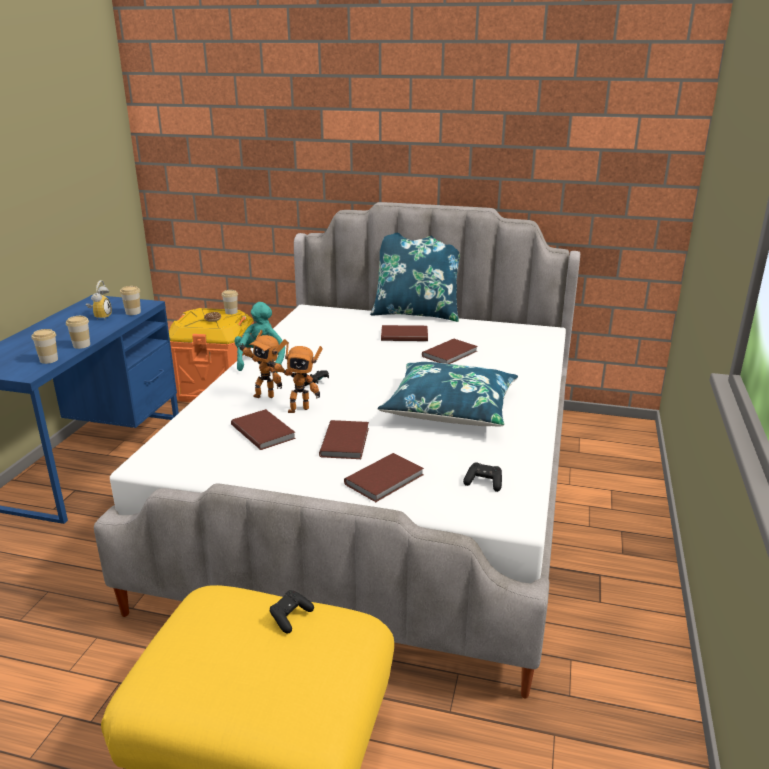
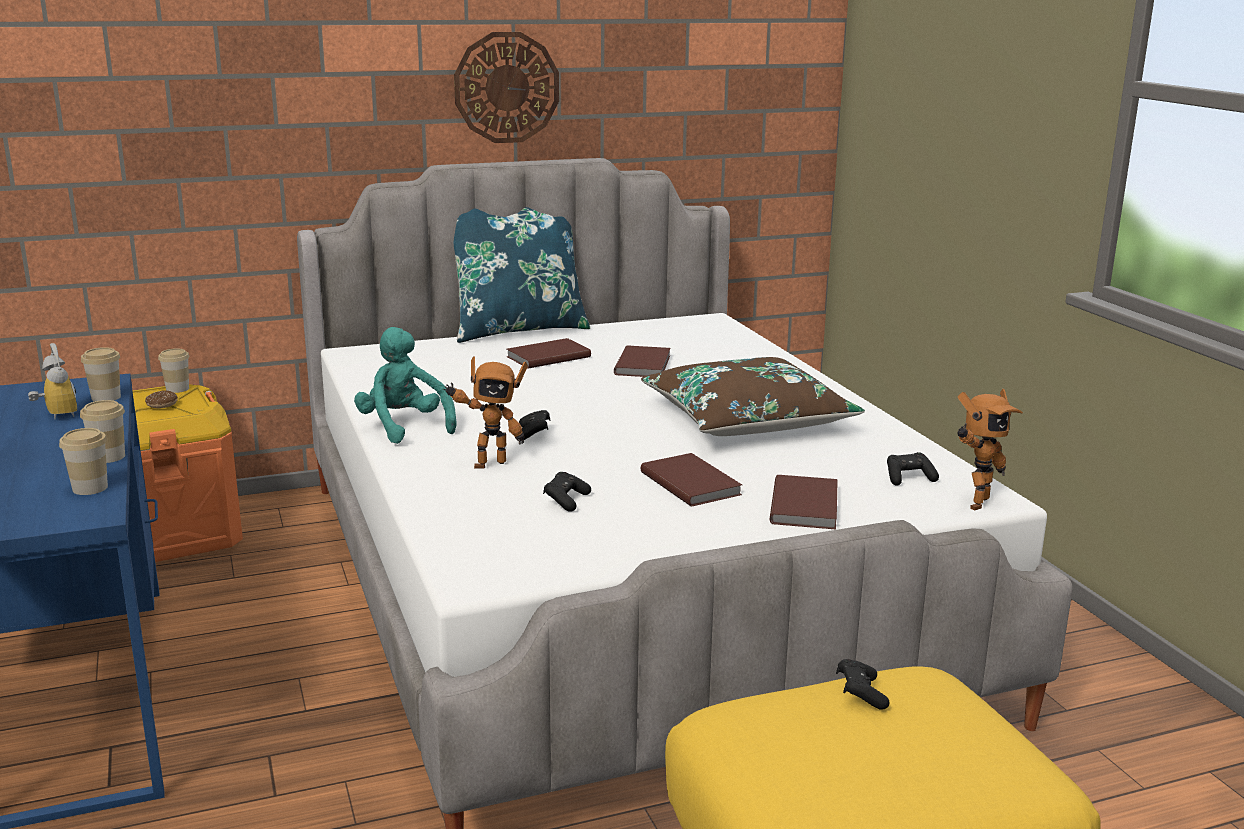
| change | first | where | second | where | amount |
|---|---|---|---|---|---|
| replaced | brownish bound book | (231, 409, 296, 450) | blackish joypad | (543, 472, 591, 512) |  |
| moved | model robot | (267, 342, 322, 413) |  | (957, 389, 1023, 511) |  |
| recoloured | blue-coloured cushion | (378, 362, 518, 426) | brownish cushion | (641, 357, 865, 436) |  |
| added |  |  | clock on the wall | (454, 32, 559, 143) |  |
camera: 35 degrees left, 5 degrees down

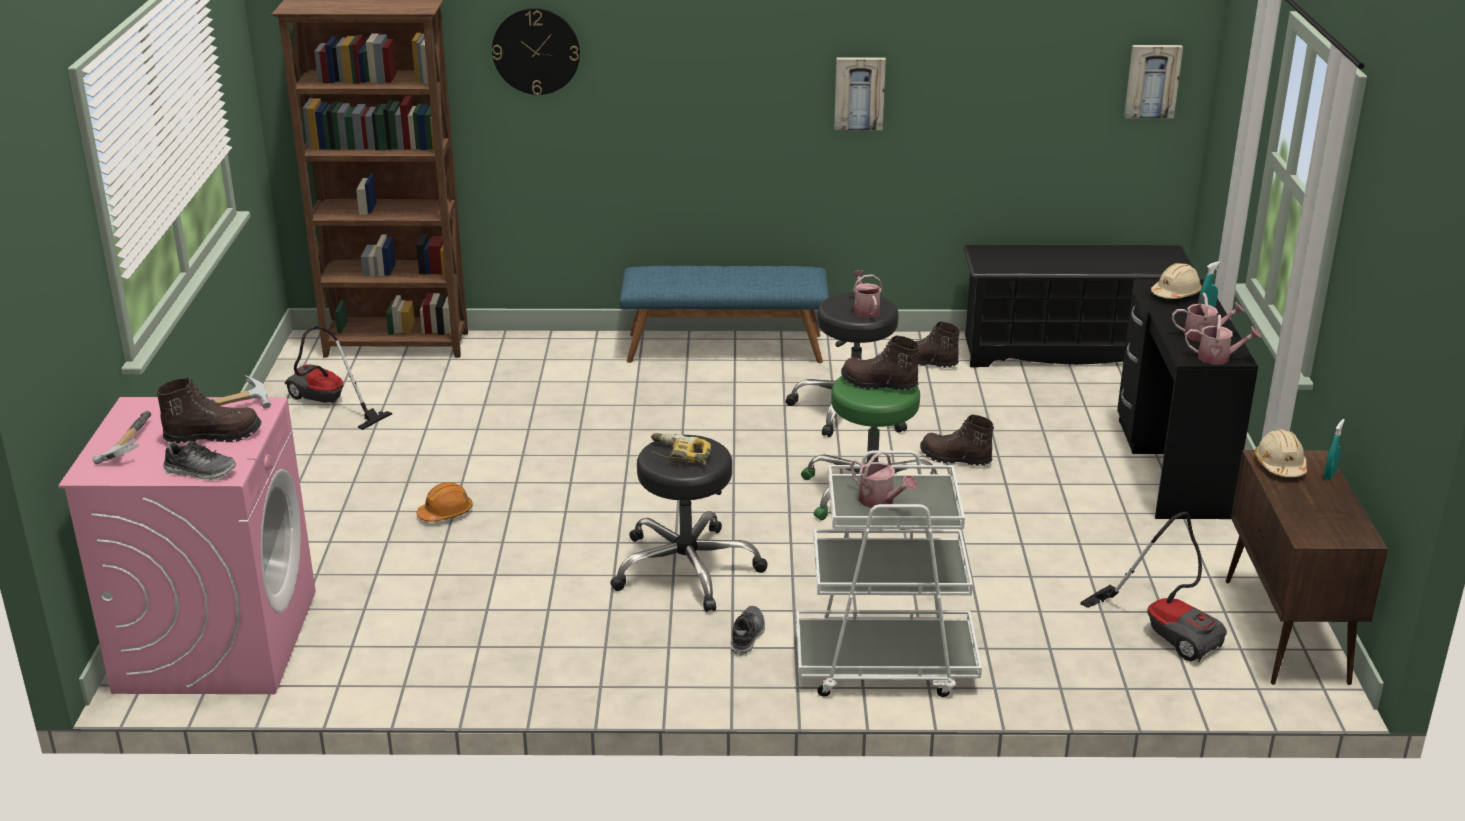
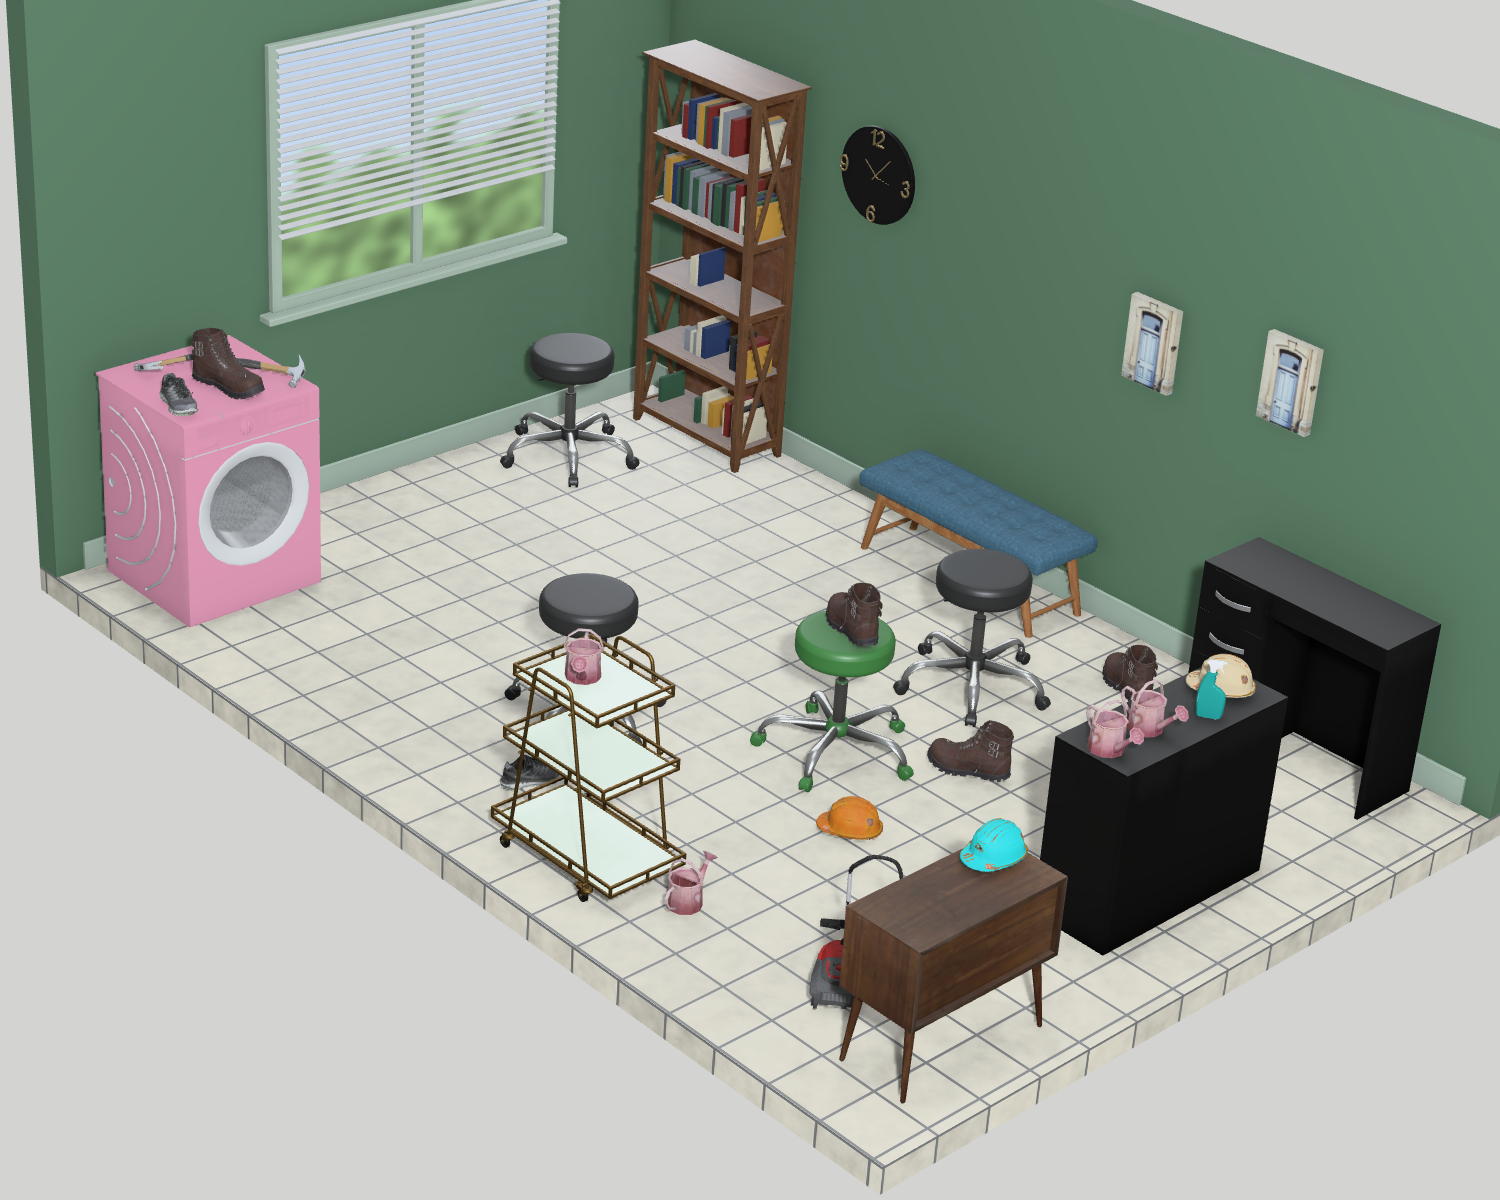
| change | first | where | second | where | amount |
|---|---|---|---|---|---|
| replaced | hoover | (285, 326, 392, 430) | blackish sitting stool | (500, 333, 640, 487) |  |
| moved | orange-coloured hard hat | (417, 482, 473, 522) |  | (816, 796, 883, 840) |  |
| removed | power drill | (651, 433, 711, 466) |  |  |  |
| recoloured | whitish cart | (796, 450, 982, 697) | brownish cart | (491, 633, 686, 902) |  |
| moved | watering can | (852, 270, 883, 318) |  | (665, 851, 717, 915) |  |
| turned | brownish tall boot | (920, 415, 994, 466) |  | (927, 720, 1014, 782) | 45 degrees counterclockwise |
| replaced | blackish shoe shelf | (963, 245, 1200, 367) | blackish desk table | (1188, 537, 1441, 820) |  |
| moved | wall picture | (1124, 45, 1183, 118) |  | (1256, 329, 1324, 437) |  |
| recoloured | beige-coloured hard hat | (1255, 429, 1307, 477) | turquoise-coloured hard hat | (960, 818, 1028, 872) |  |
| removed | turquoise-coloured hand sprayer | (1324, 419, 1345, 480) |  |  |  |
camera: 45 degrees right, 0 degrees up

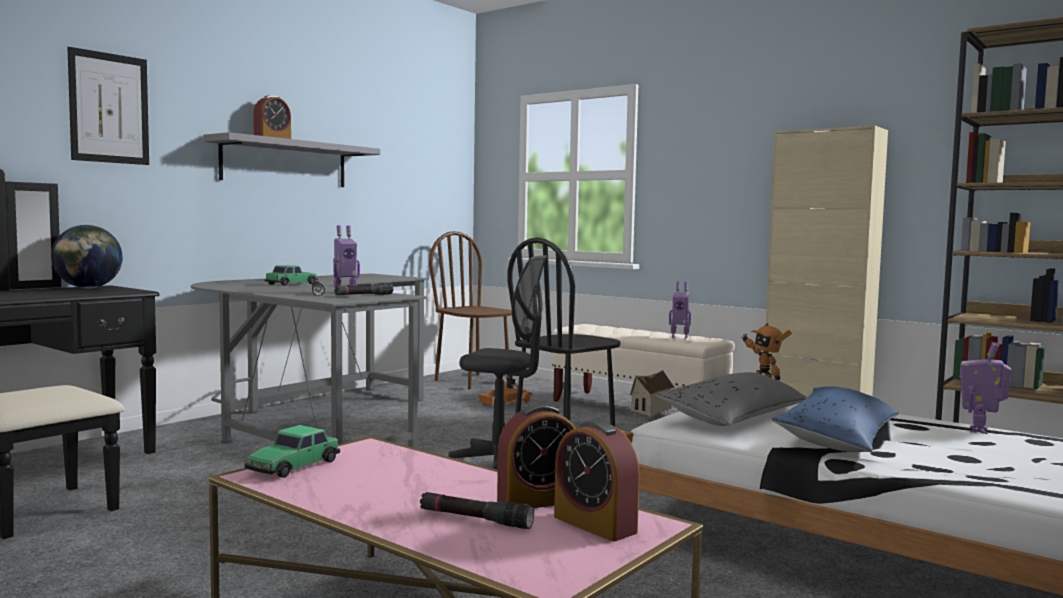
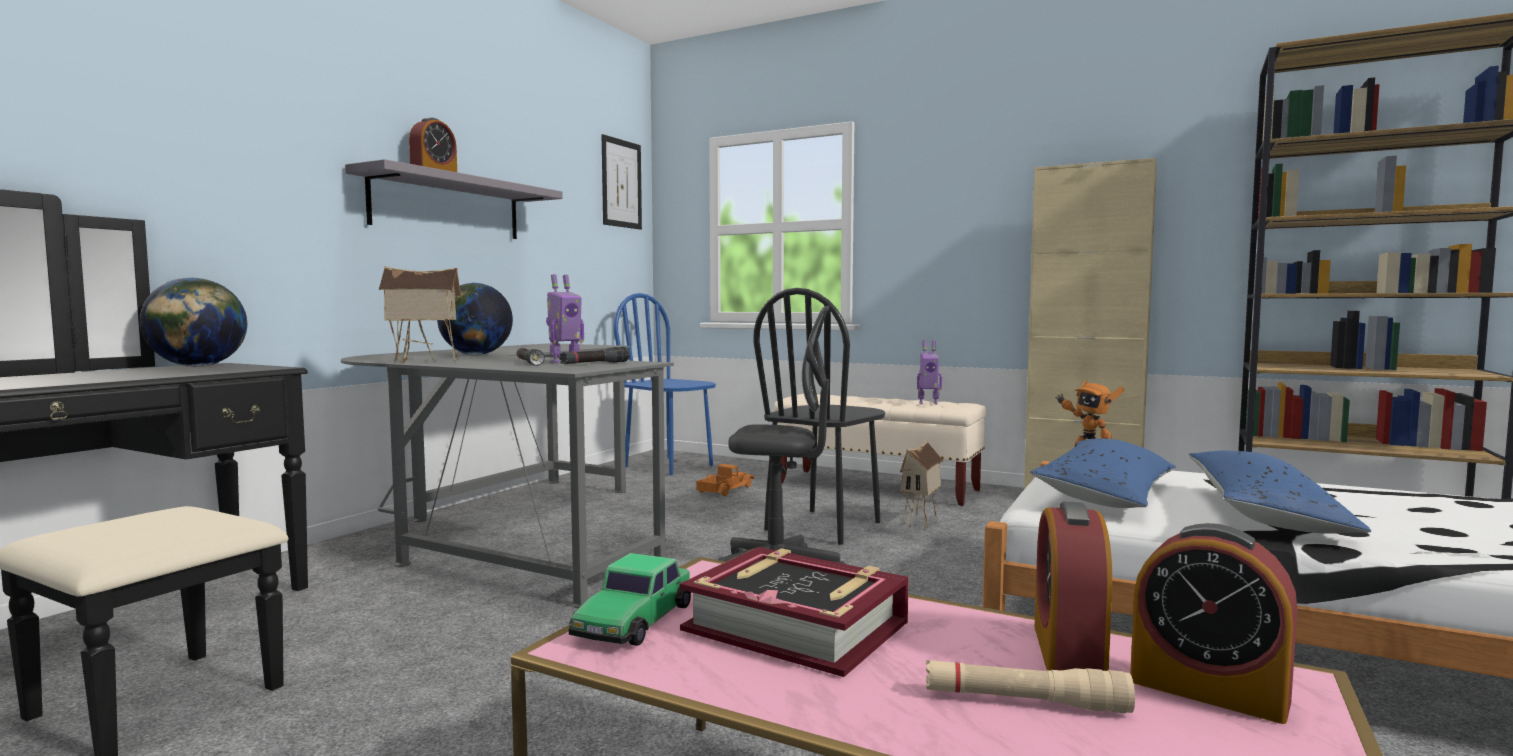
| change | first | where | second | where | amount |
|---|---|---|---|---|---|
| moved | wall picture | (67, 47, 149, 165) |  | (602, 134, 642, 230) |  |
| replaced | model car | (265, 265, 318, 286) | desk globe | (437, 283, 513, 355) |  |
| recoloured | blackish hand torch | (420, 492, 534, 529) | beige-coloured hand torch | (926, 660, 1135, 713) |  |
| recoloured | brownish plain chair | (429, 231, 512, 389) | blue-coloured plain chair | (614, 293, 716, 475) |  |
| turned | bedside clock | (497, 404, 576, 508) |  | (1035, 502, 1112, 671) | 135 degrees clockwise |
| recoloured | greyish cushion | (655, 372, 807, 426) | blue-coloured cushion | (1030, 438, 1176, 508) |  |
| removed | model robot | (960, 342, 1011, 434) |  |  |  |
| added |  |  | toy house | (379, 267, 461, 363) |  |
| added |  |  | bound book | (680, 547, 909, 677) |  |
camera: 10 degrees left, 0 degrees up

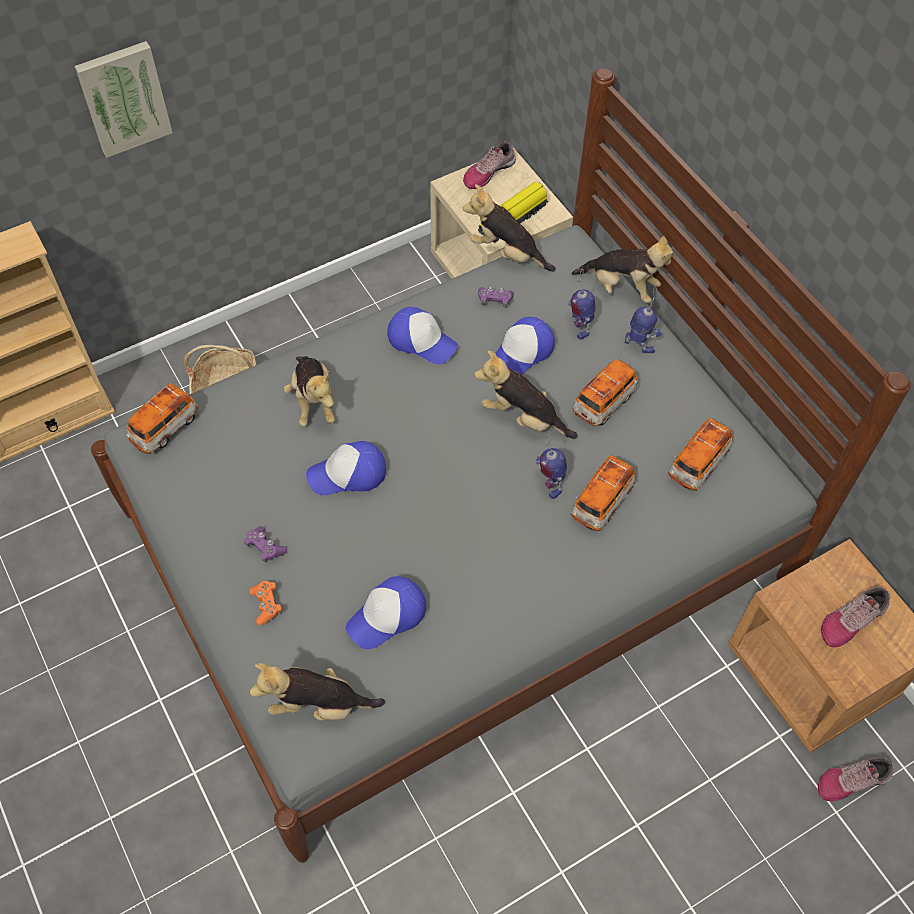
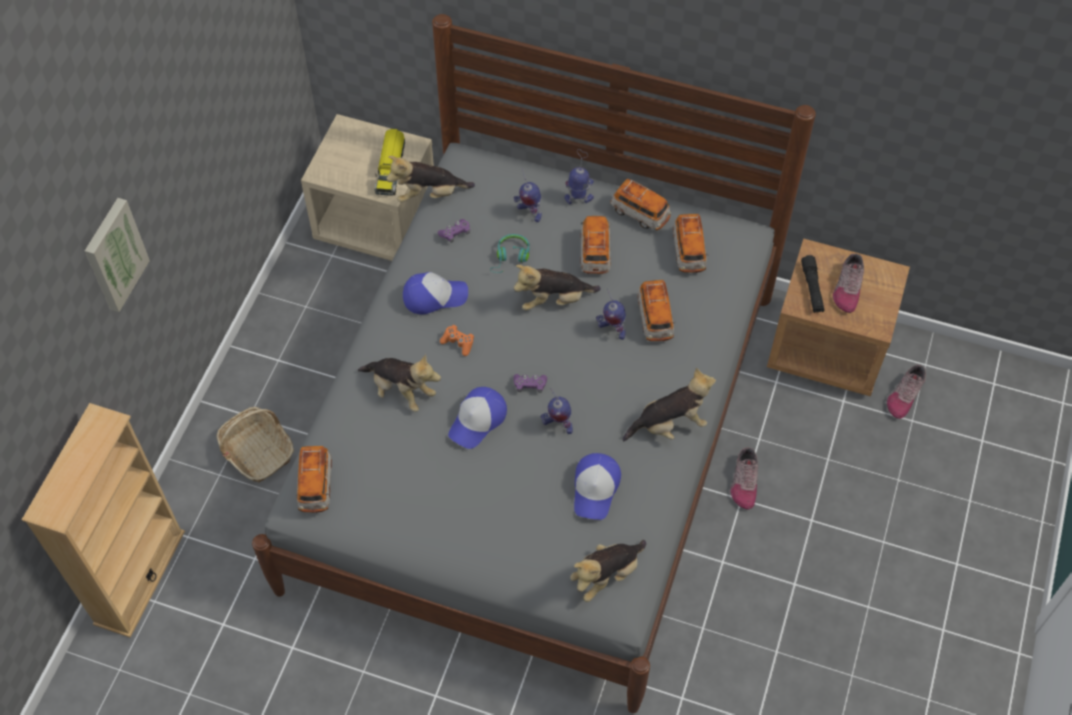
| change | first | where | second | where | amount |
|---|---|---|---|---|---|
| moved | purplish joypad | (244, 526, 287, 562) |  | (513, 374, 547, 393) |  |
| moved | orange-coloured joypad | (249, 581, 282, 625) |  | (440, 325, 474, 356) |  |
| moved | shoe | (463, 141, 516, 189) |  | (730, 447, 758, 510) |  |
| replaced | cap | (495, 317, 555, 375) | turquoise-coloured pair of headphones | (490, 234, 530, 273) |  |
| moved | cuddly toy | (571, 236, 673, 303) |  | (623, 368, 716, 441) |  |
| added |  |  | model robot | (540, 388, 573, 434) |  |
| added |  |  | model car | (610, 179, 671, 231) |  |
| added |  |  | blackish hand torch | (801, 255, 824, 313) |  |
camera: 40 degrees left, 0 degrees up

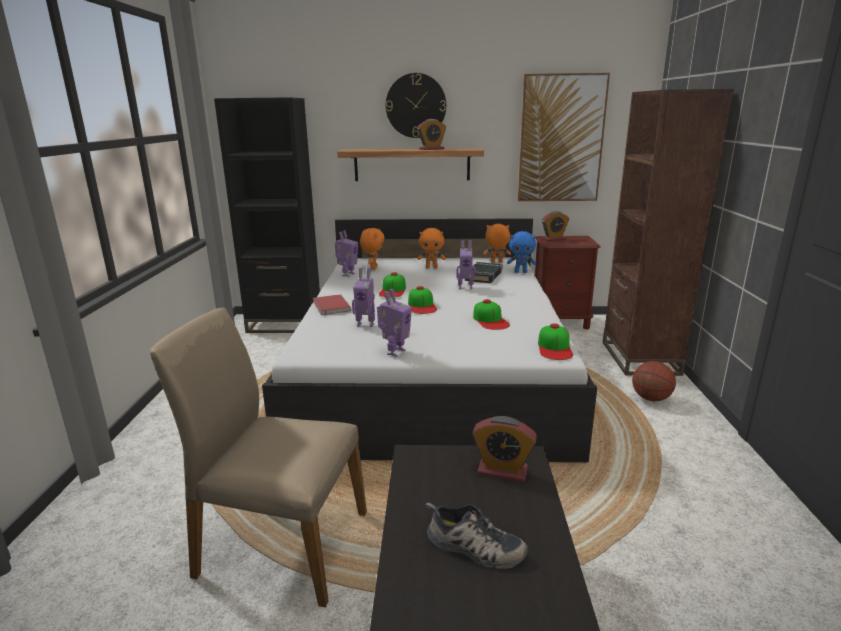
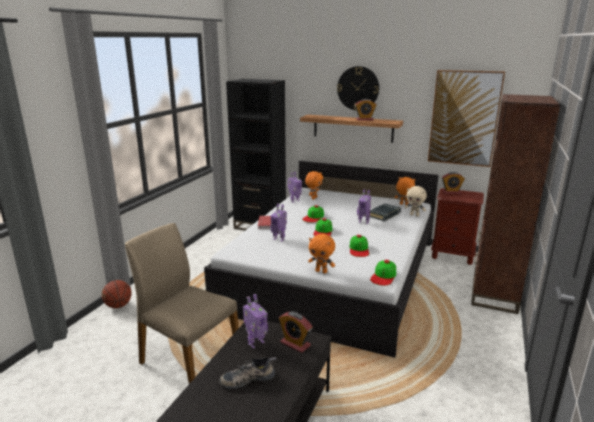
| change | first | where | second | where | amount |
|---|---|---|---|---|---|
| moved | model robot | (377, 289, 412, 357) |  | (243, 294, 268, 348) |  |
| moved | orange-coloured cuddly toy | (418, 228, 446, 268) |  | (308, 234, 335, 273) |  |
| turned | shoe | (425, 502, 528, 569) |  | (220, 357, 276, 389) | 120 degrees clockwise |
| recoloured | blue-coloured cuddly toy | (507, 231, 536, 273) | beige-coloured cuddly toy | (405, 186, 427, 216) |  |
| moved | basketball | (632, 361, 676, 401) |  | (102, 280, 132, 308) |  |
camera: 20 degrees right, 0 degrees up

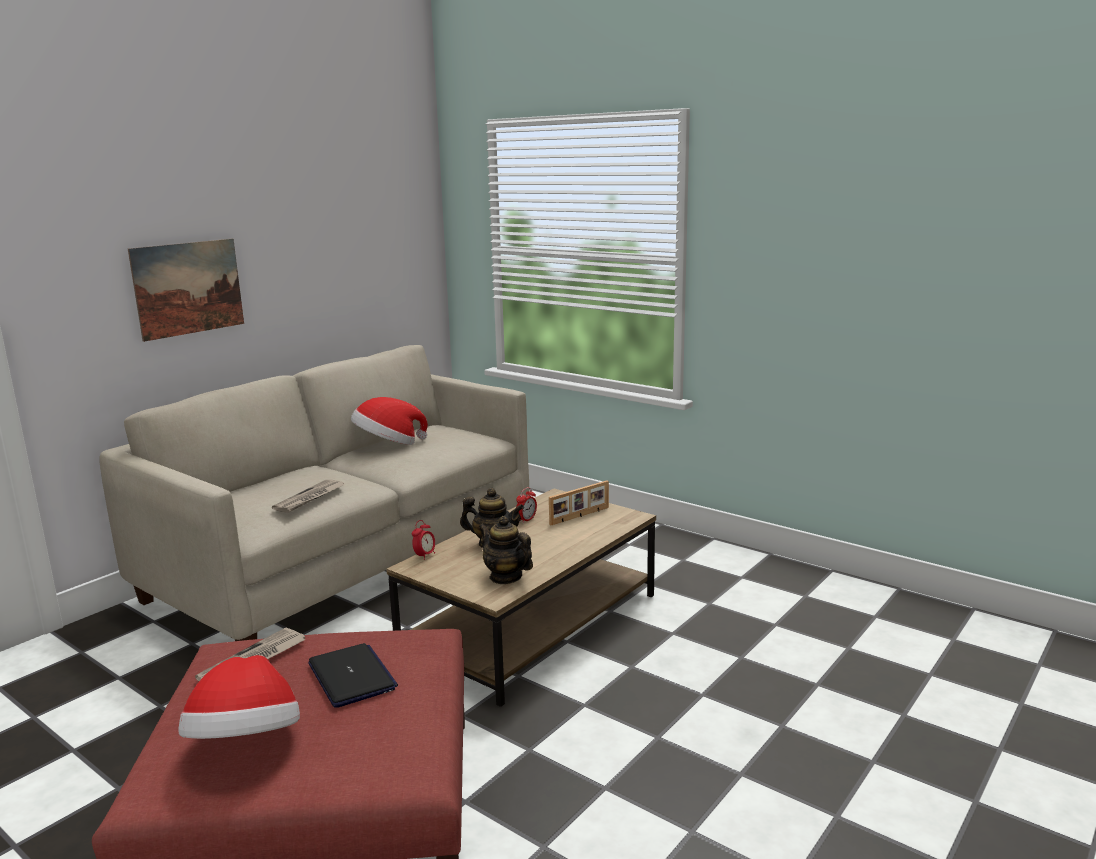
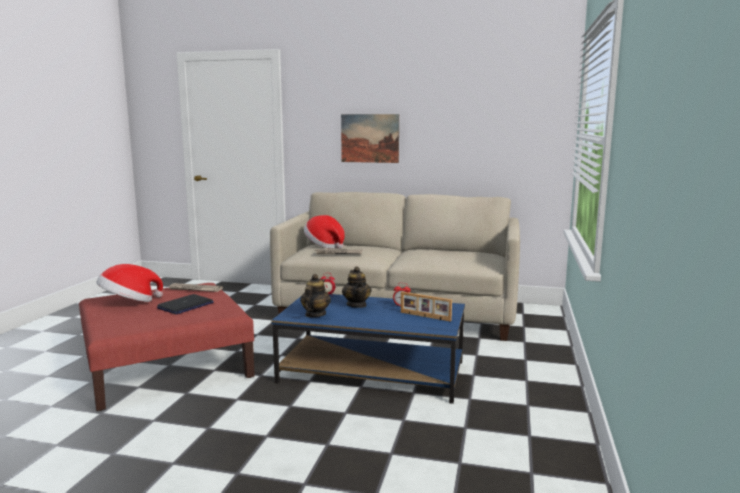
| change | first | where | second | where | amount |
|---|---|---|---|---|---|
| moved | wearable hat | (351, 397, 428, 445) |  | (304, 215, 345, 249) |  |
| recoloured | brownish coffee table | (387, 489, 656, 707) | blue-coloured coffee table | (271, 294, 465, 404) |  |
camera: 65 degrees right, 5 degrees down

